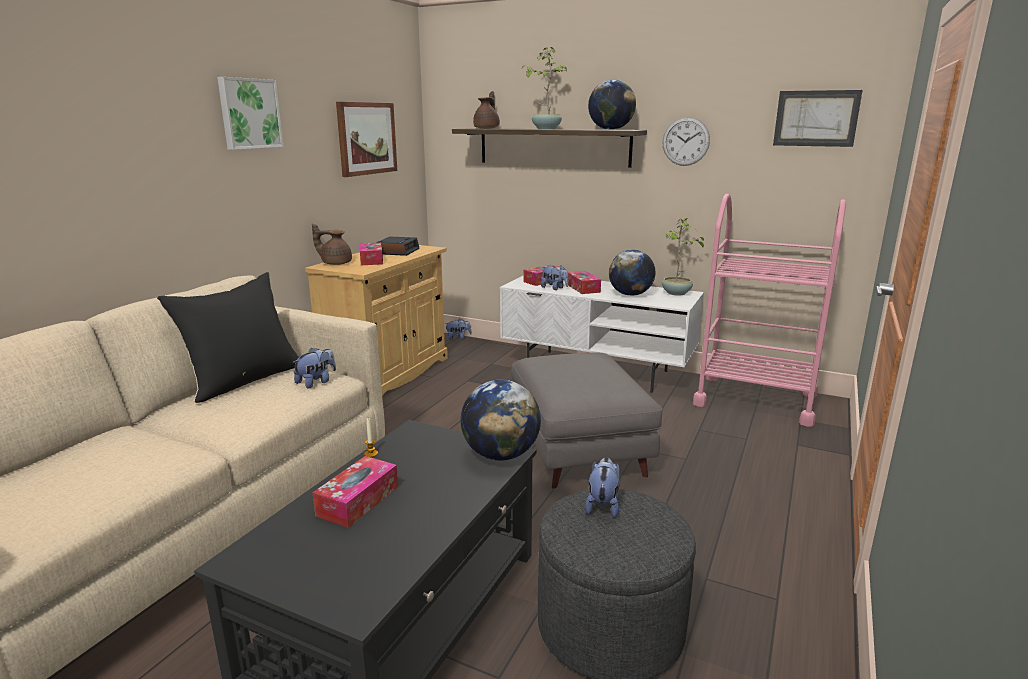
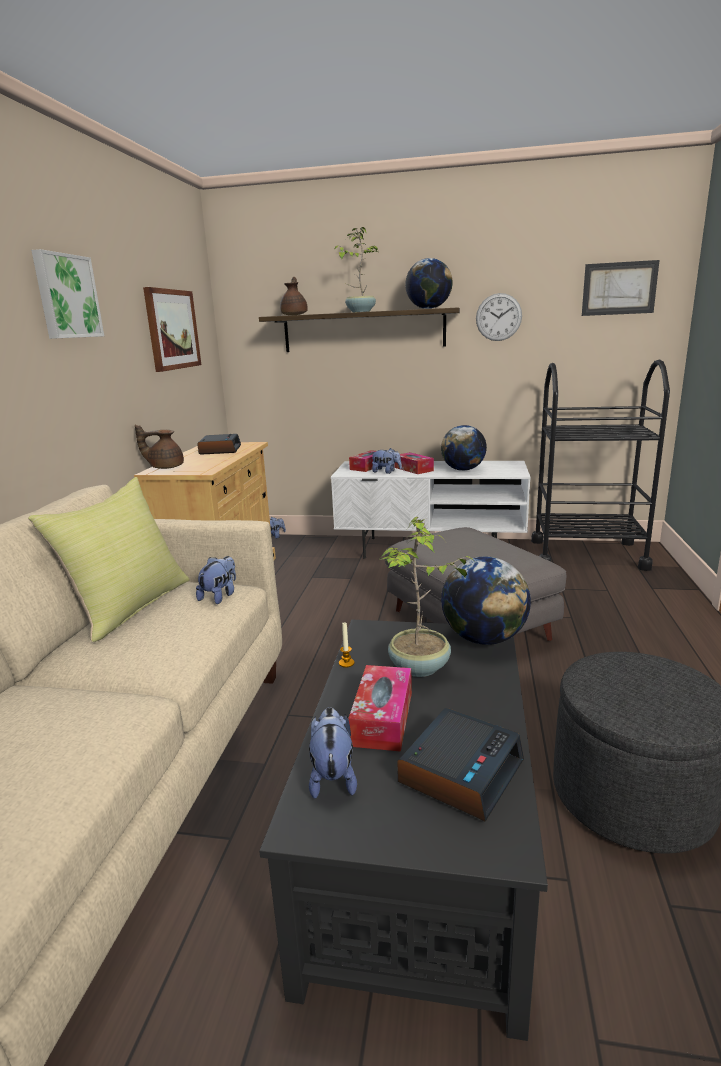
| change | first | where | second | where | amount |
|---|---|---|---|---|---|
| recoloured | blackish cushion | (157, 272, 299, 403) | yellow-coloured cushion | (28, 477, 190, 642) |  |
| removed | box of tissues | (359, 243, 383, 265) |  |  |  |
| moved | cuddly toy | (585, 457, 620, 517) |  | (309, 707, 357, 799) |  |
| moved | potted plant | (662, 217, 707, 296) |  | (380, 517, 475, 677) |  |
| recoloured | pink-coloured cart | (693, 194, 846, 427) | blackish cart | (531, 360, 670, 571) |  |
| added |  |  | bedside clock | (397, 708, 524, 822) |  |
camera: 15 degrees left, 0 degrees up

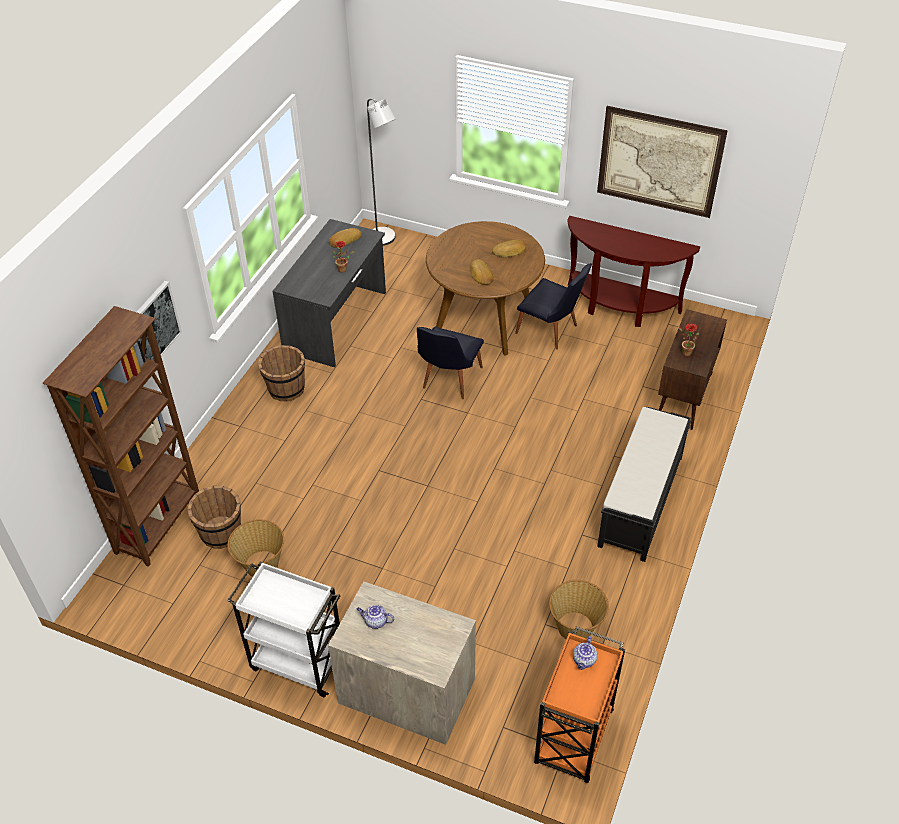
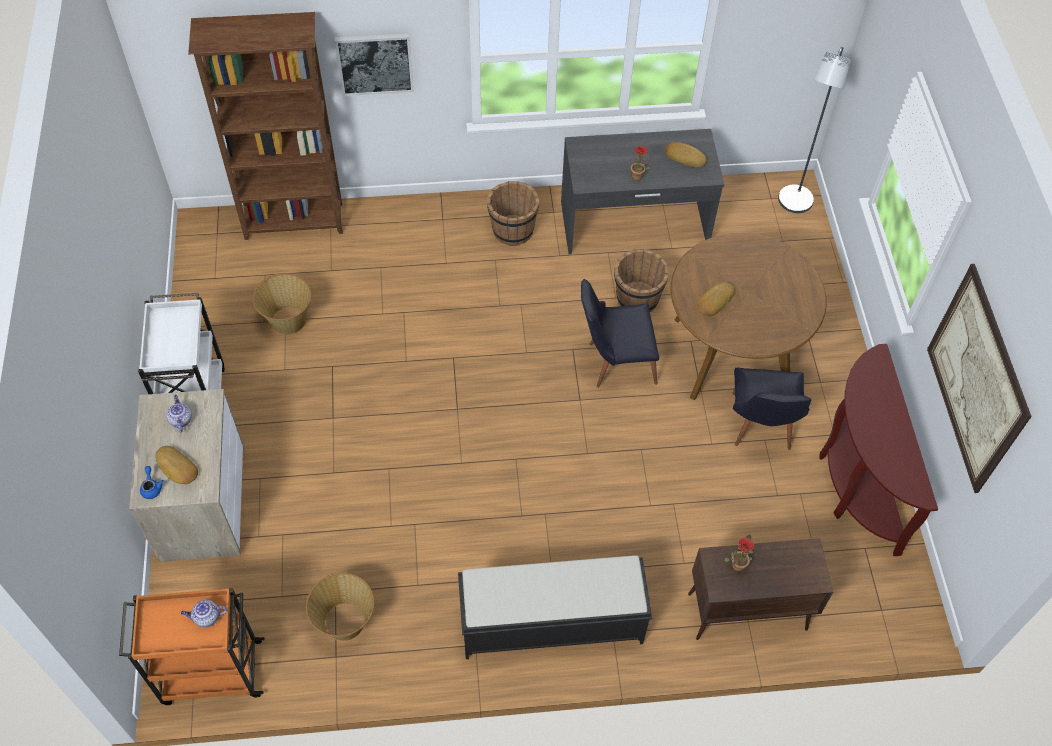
| change | first | where | second | where | amount |
|---|---|---|---|---|---|
| moved | brownish pail | (187, 485, 241, 549) |  | (614, 249, 669, 312) |  |
| moved | baked bread | (492, 240, 527, 257) |  | (155, 446, 198, 484) |  |
| added |  |  | blue-coloured tea pot | (140, 466, 164, 499) |  |
camera: 60 degrees right, 10 degrees up

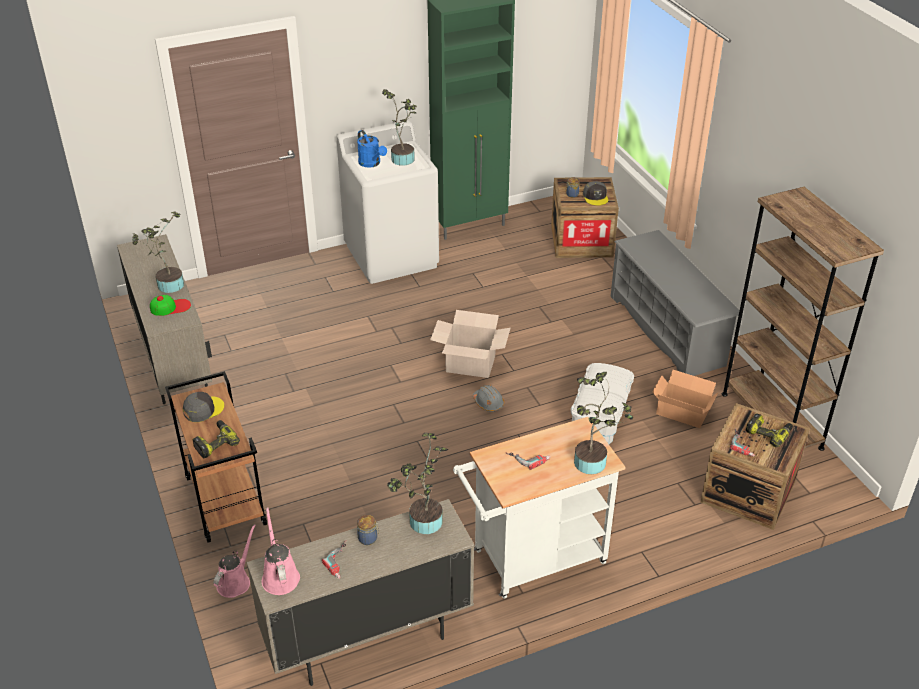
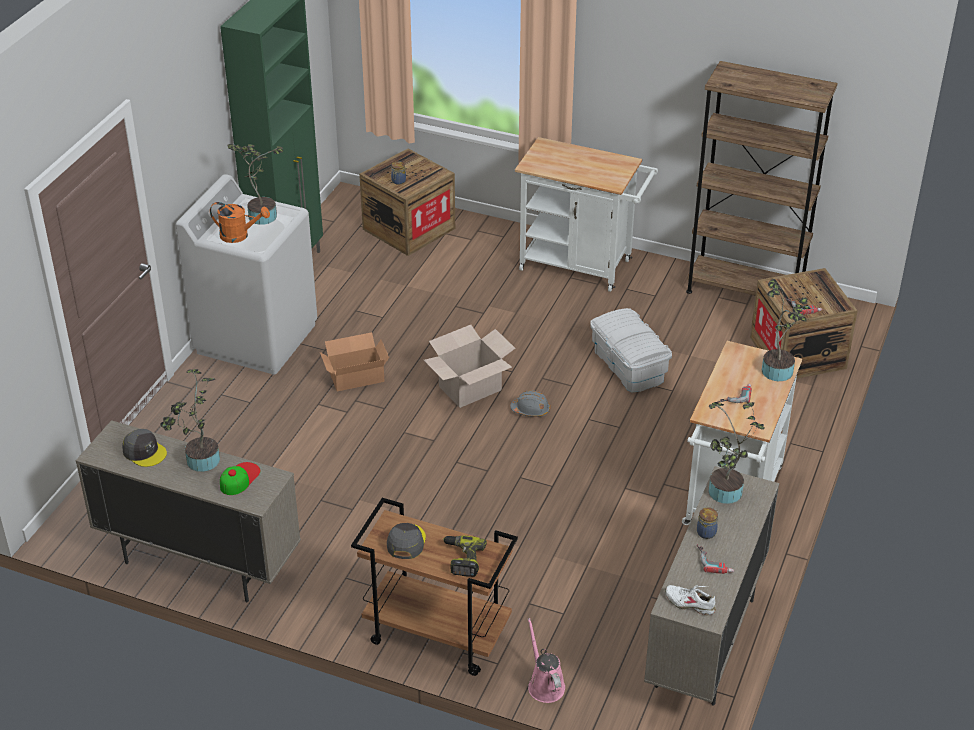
| change | first | where | second | where | amount |
|---|---|---|---|---|---|
| replaced | pink-coloured watering can | (262, 507, 300, 595) | whitish shoe | (665, 585, 716, 615) |  |
| recoloured | blue-coloured watering can | (357, 130, 387, 168) | orange-coloured watering can | (210, 202, 270, 243) |  |
| moved | greyish cap | (583, 181, 608, 206) |  | (122, 429, 167, 467) |  |
| replaced | greyish shoe shelf | (611, 230, 740, 376) | whitish cart | (515, 137, 658, 292) |  |
| moved | packing box | (652, 370, 719, 428) |  | (320, 332, 389, 391) |  |
| removed | power drill | (746, 413, 793, 448) |  |  |  |
camera: 45 degrees left, 0 degrees up

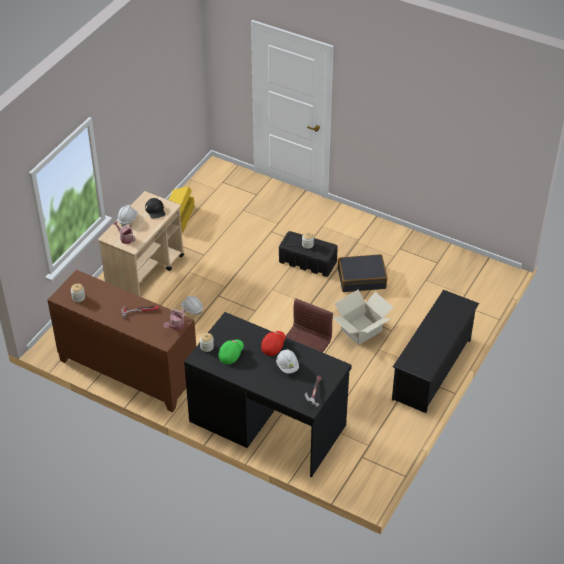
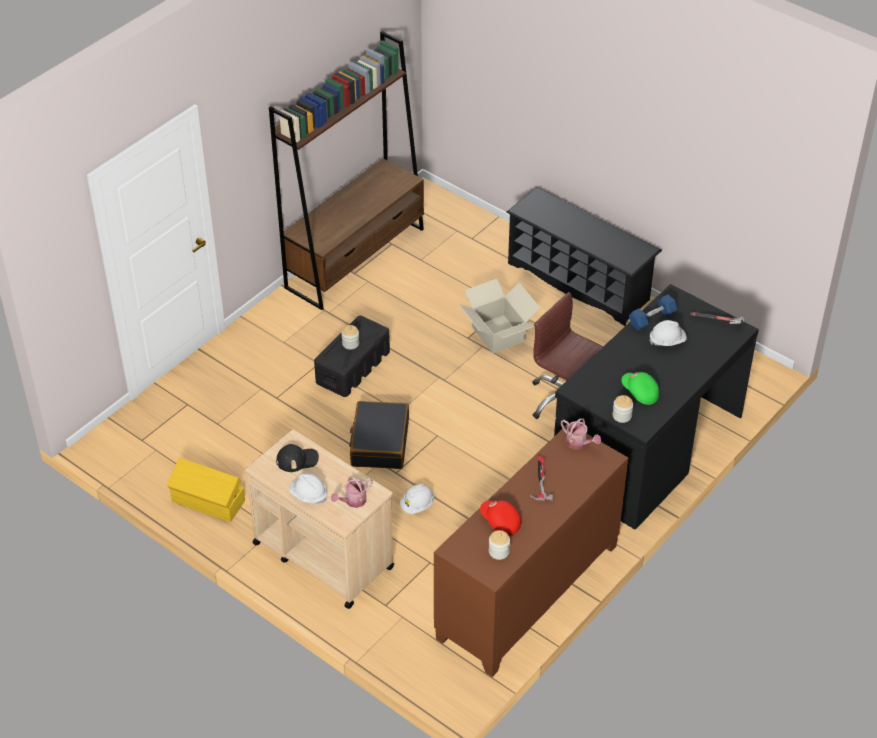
| change | first | where | second | where | amount |
|---|---|---|---|---|---|
| moved | red-coloured cap | (261, 331, 286, 356) |  | (480, 500, 521, 536) |  |
| moved | blackish travel case | (338, 254, 388, 292) |  | (349, 401, 409, 469) |  |
| added |  |  | brownish bookcase | (269, 31, 424, 310) |  |
| added |  |  | blue-coloured dumbbell | (629, 294, 677, 331) |  |
camera: 80 degrees left, 0 degrees up

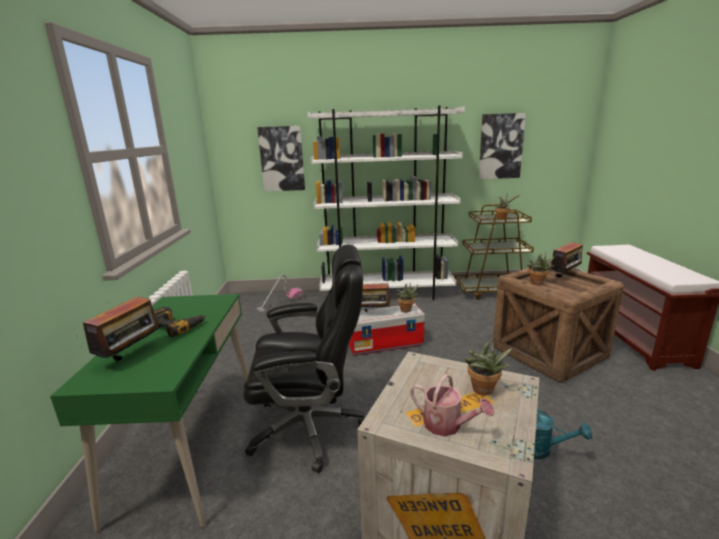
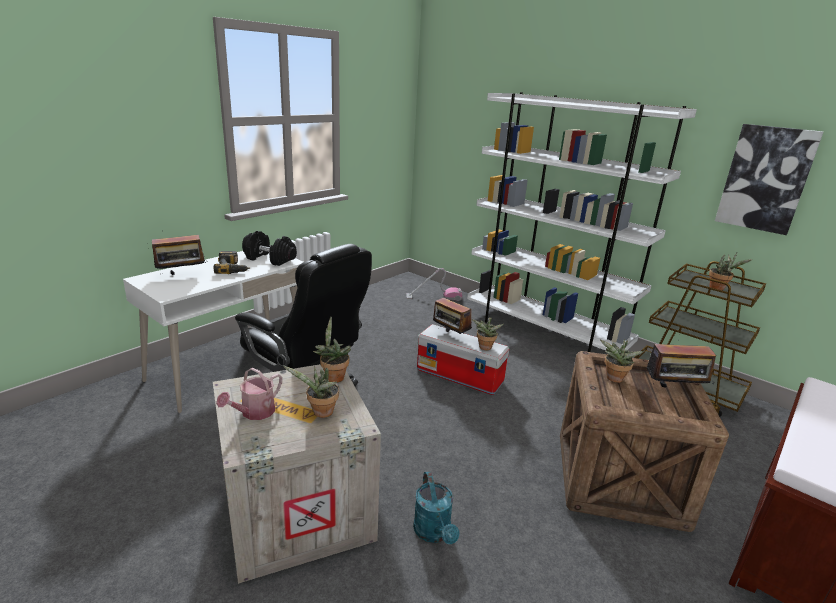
| change | first | where | second | where | amount |
|---|---|---|---|---|---|
| recoloured | green desk table | (50, 294, 249, 532) | whitish desk table | (123, 251, 303, 413) |  |
| removed | wall picture | (257, 126, 305, 191) |  |  |  |
| turned | watering can | (410, 374, 494, 436) |  | (216, 367, 282, 420) | 45 degrees clockwise |
| added |  |  | blackish dumbbell | (242, 231, 297, 266) |  |
| added |  |  | potted plant | (313, 317, 351, 383) |  |
camera: 40 degrees right, 5 degrees up

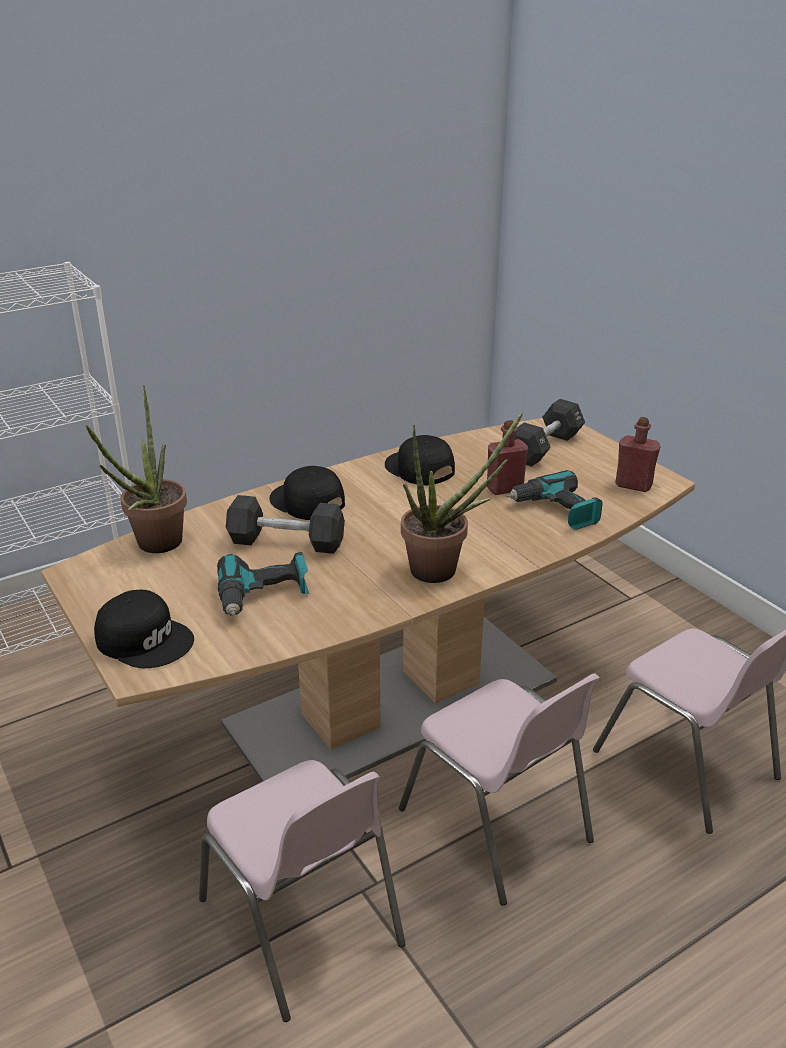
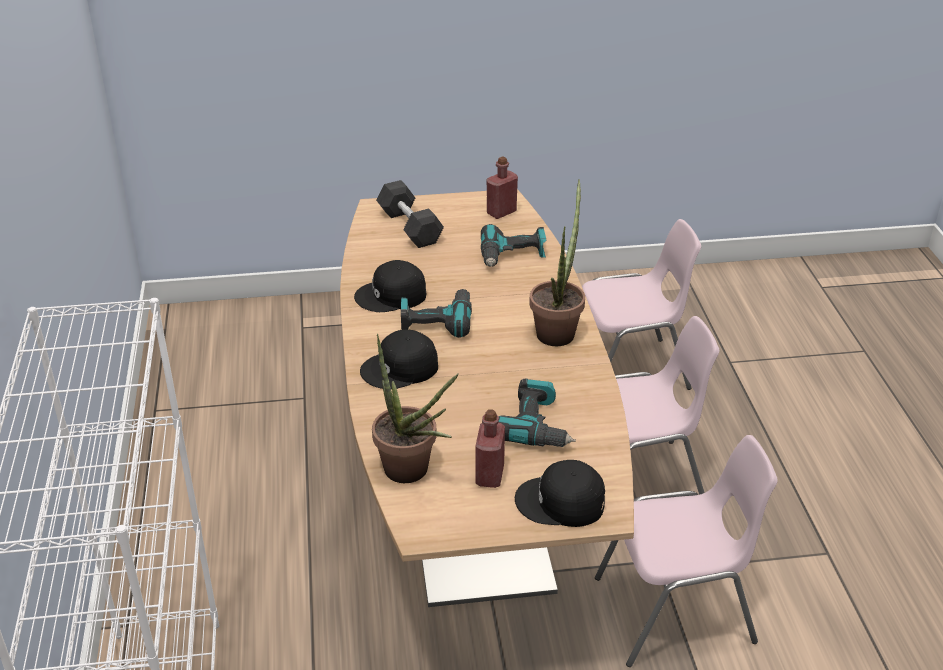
| change | first | where | second | where | amount |
|---|---|---|---|---|---|
| turned | blackish cap | (94, 590, 194, 668) |  | (515, 460, 605, 527) | 135 degrees counterclockwise |
| removed | blackish dumbbell | (226, 495, 345, 554) |  |  |  |
| moved | red-coloured beverage bottle | (487, 420, 528, 495) |  | (475, 409, 505, 488) |  |
| added |  |  | power drill | (401, 289, 472, 338) |  |
camera: 65 degrees left, 5 degrees up

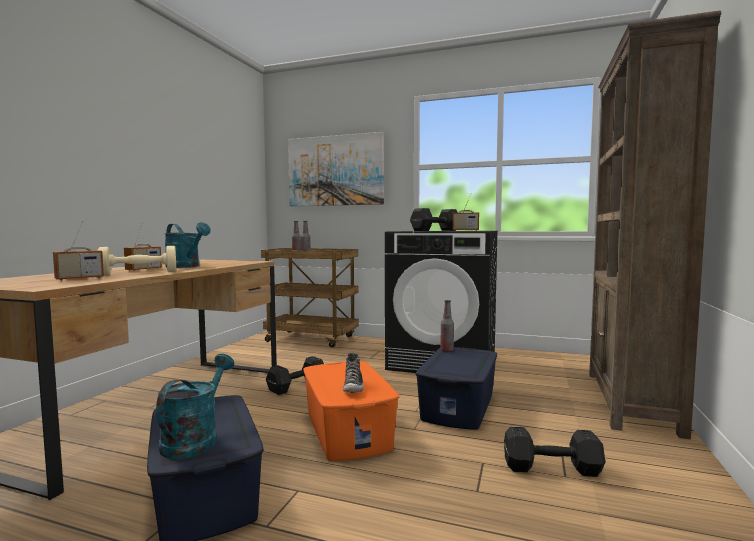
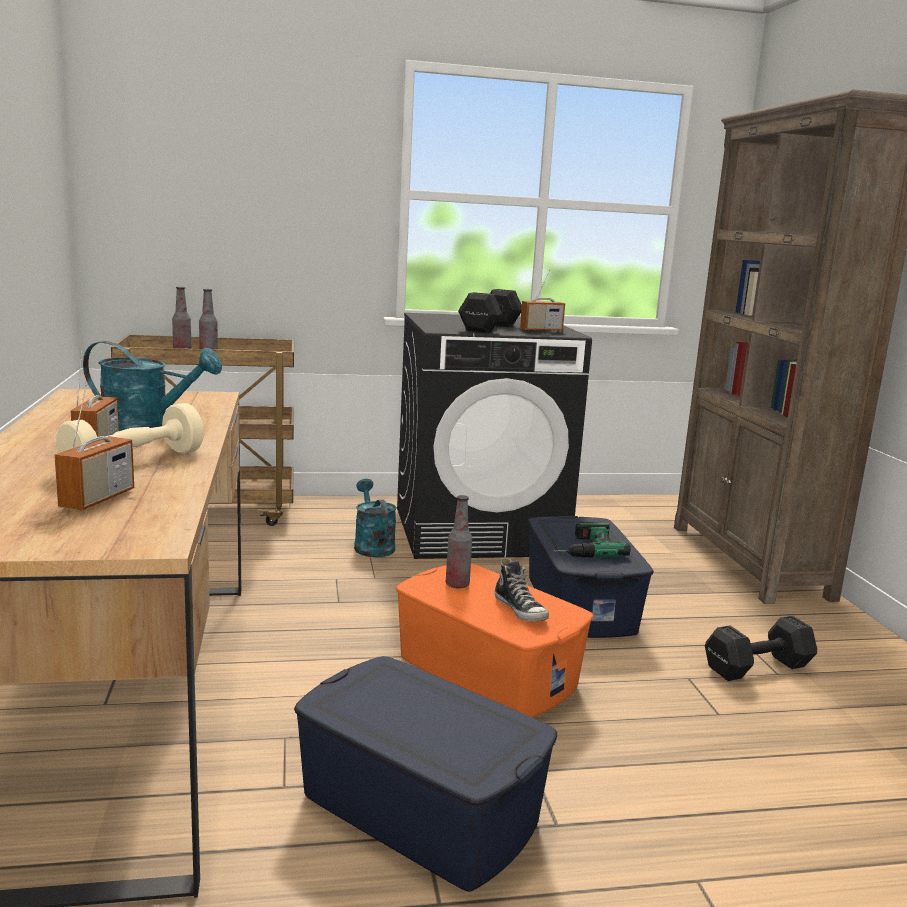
| change | first | where | second | where | amount |
|---|---|---|---|---|---|
| moved | turquoise-coloured watering can | (156, 354, 234, 459) |  | (354, 479, 397, 557) |  |
| removed | blackish dumbbell | (266, 356, 324, 395) |  |  |  |
| removed | wall picture | (288, 132, 384, 206) |  |  |  |
| moved | beverage bottle | (440, 300, 454, 352) |  | (446, 495, 472, 588) |  |
| added |  |  | power drill | (553, 522, 631, 558) |  |
camera: 30 degrees left, 10 degrees up

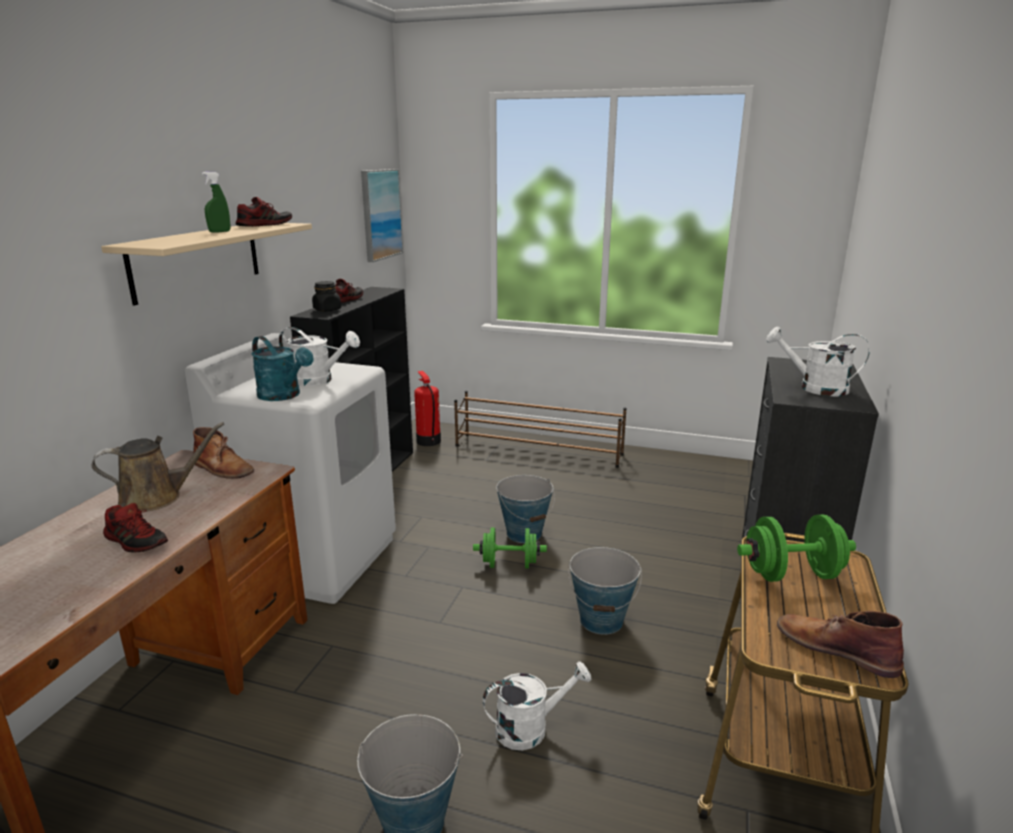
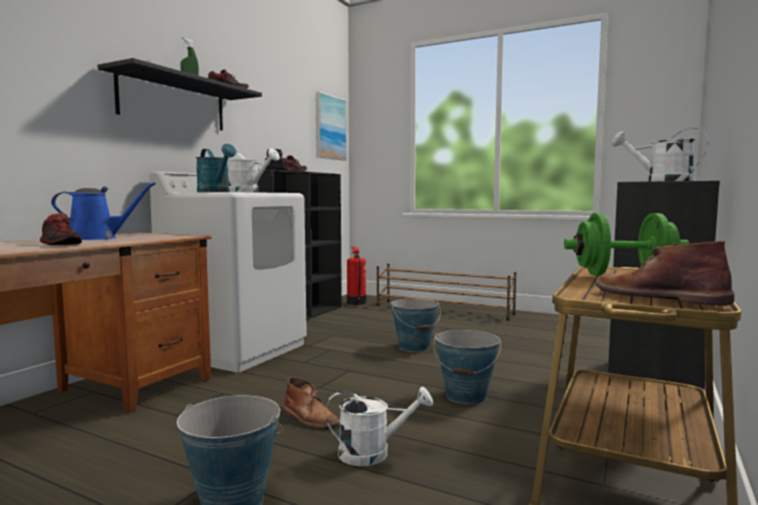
| change | first | where | second | where | amount |
|---|---|---|---|---|---|
| recoloured | brownish watering can | (92, 422, 224, 512) | blue-coloured watering can | (51, 182, 156, 240) |  |
| recoloured | beige-coloured shelf | (101, 223, 312, 306) | blackish shelf | (97, 58, 262, 131) |  |
| moved | brownish tall boot | (193, 427, 254, 479) |  | (283, 377, 340, 429) |  |
| removed | green dumbbell | (473, 528, 547, 569) |  |  |  |
camera: 10 degrees right, 15 degrees down

